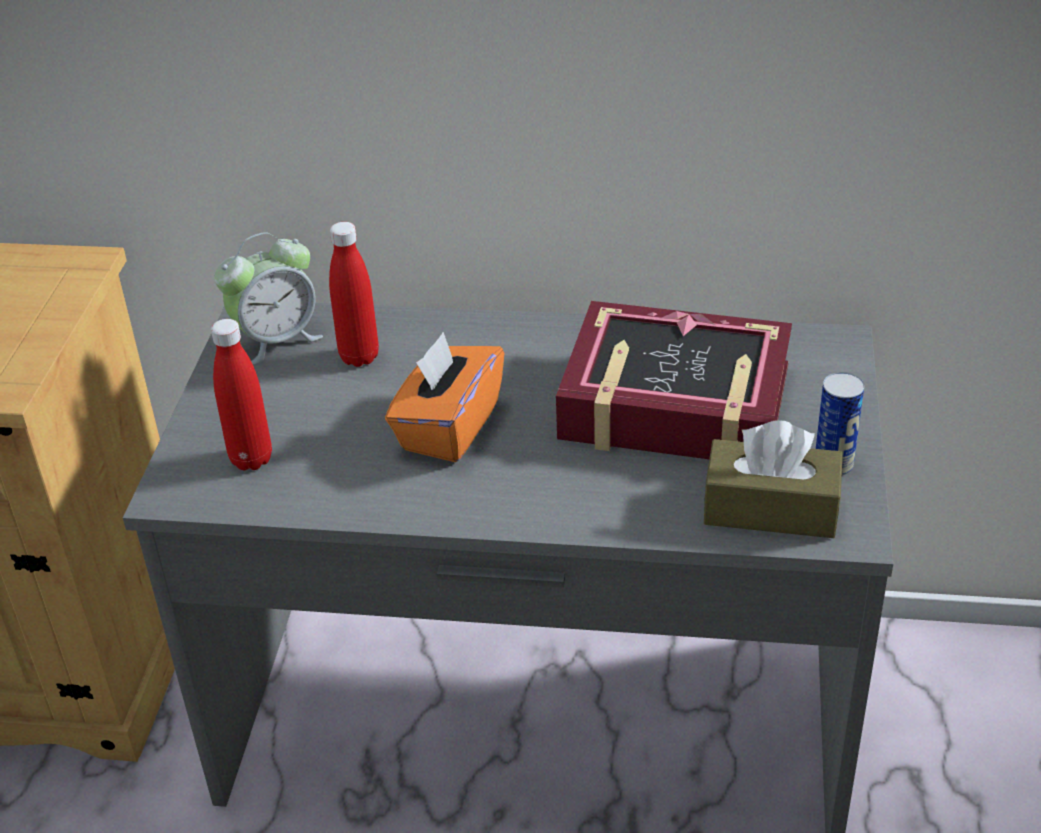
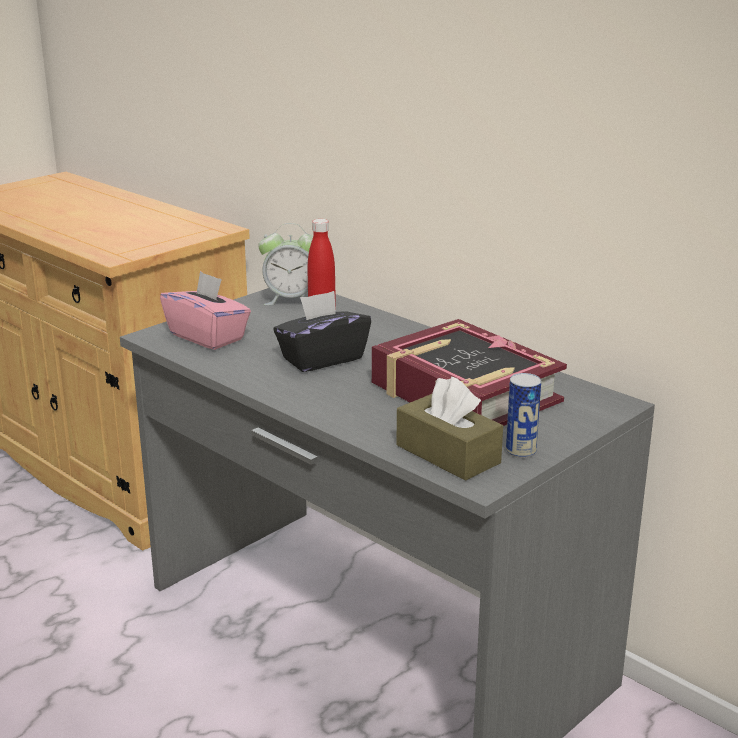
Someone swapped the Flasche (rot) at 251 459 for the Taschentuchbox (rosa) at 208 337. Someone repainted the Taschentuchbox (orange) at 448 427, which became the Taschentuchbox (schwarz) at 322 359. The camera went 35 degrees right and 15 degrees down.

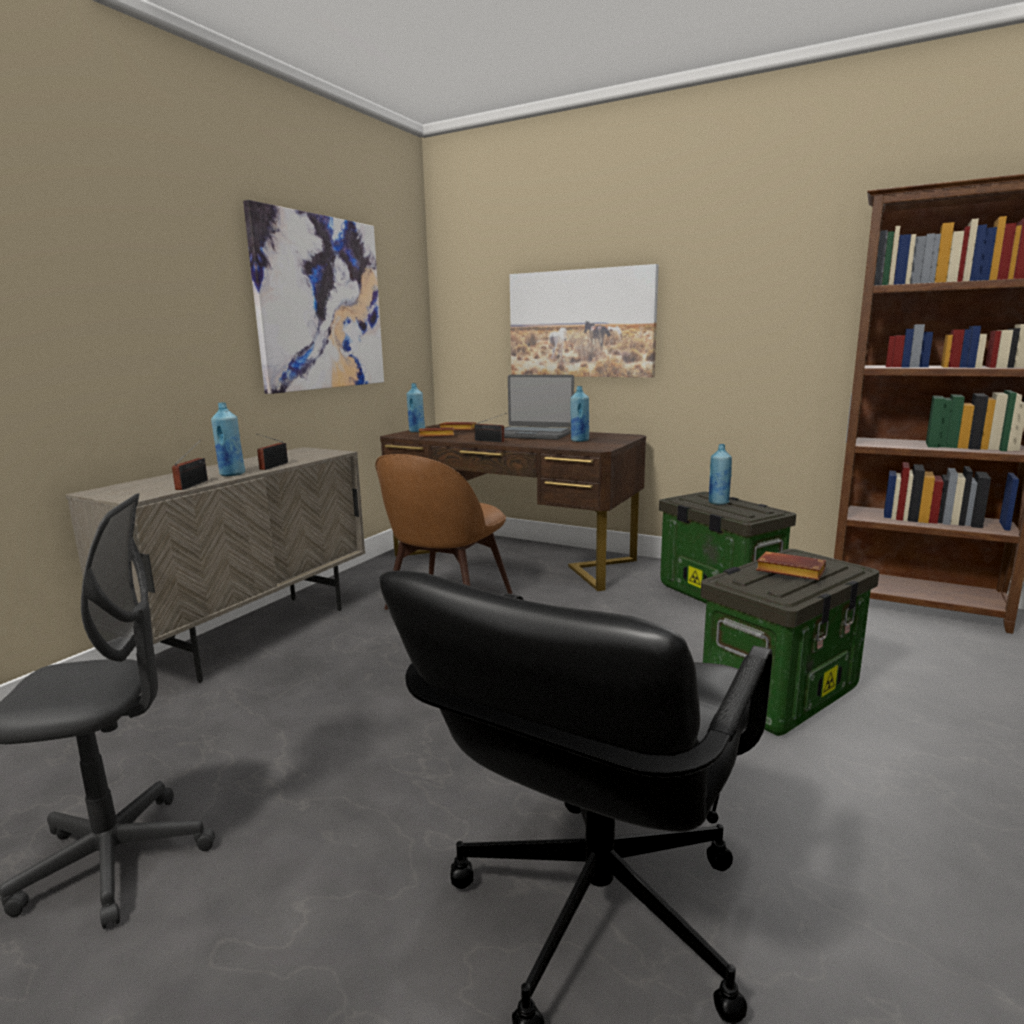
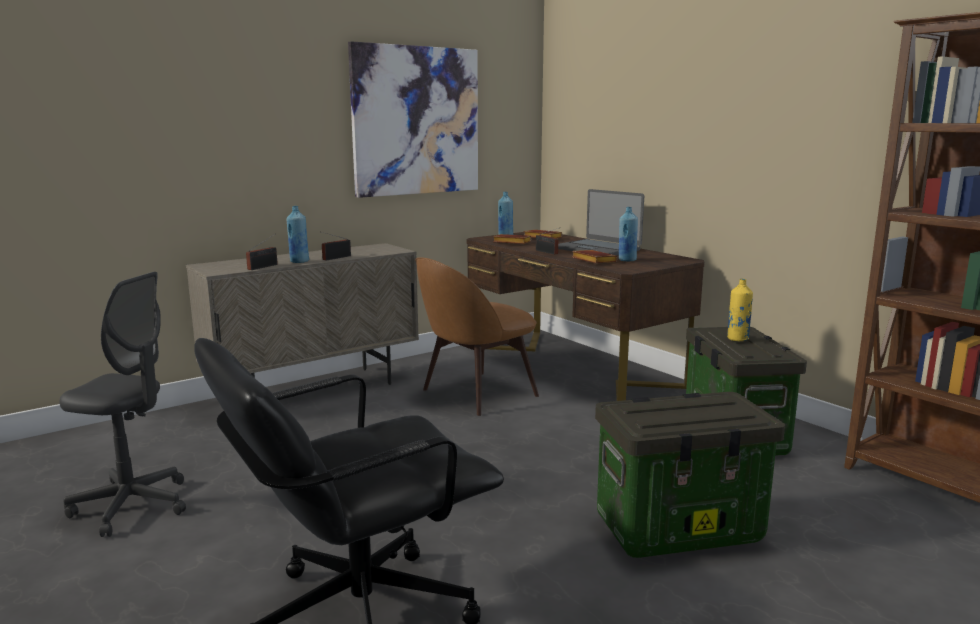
Someone carried the Buch (braun) from 788 572 to 592 261. Someone repainted the Flasche (blau) at 718 503, which became the Flasche (gelb) at 737 339. Someone took away the Bild at 581 324. The camera went 25 degrees right and 0 degrees up.

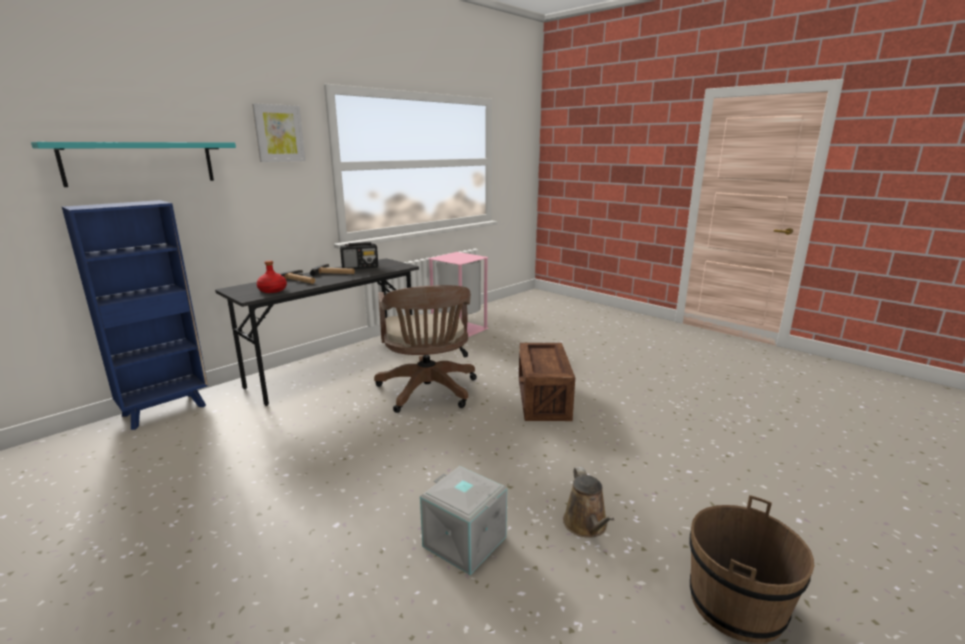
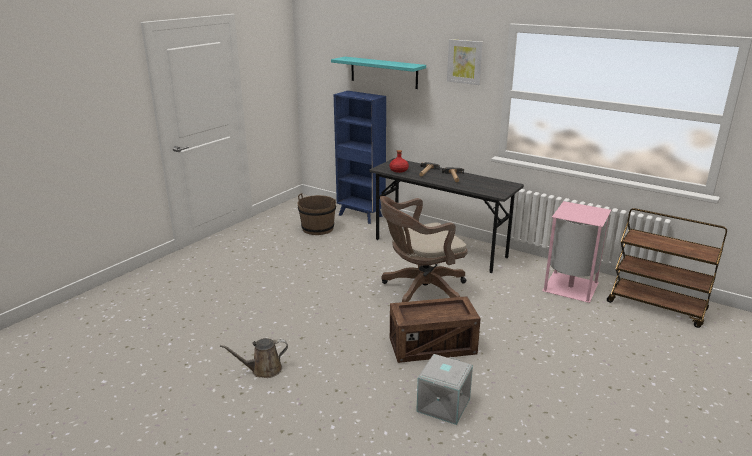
Someone carried the Eimer (braun) from 736 605 to 317 228. Someone carried the Aufbewahrungsbox (grau) from 463 542 to 442 404. Someone put down the Rollwagen (braun) at 657 306. Someone took away the Radio at 360 267. The camera went 80 degrees right and 5 degrees up.

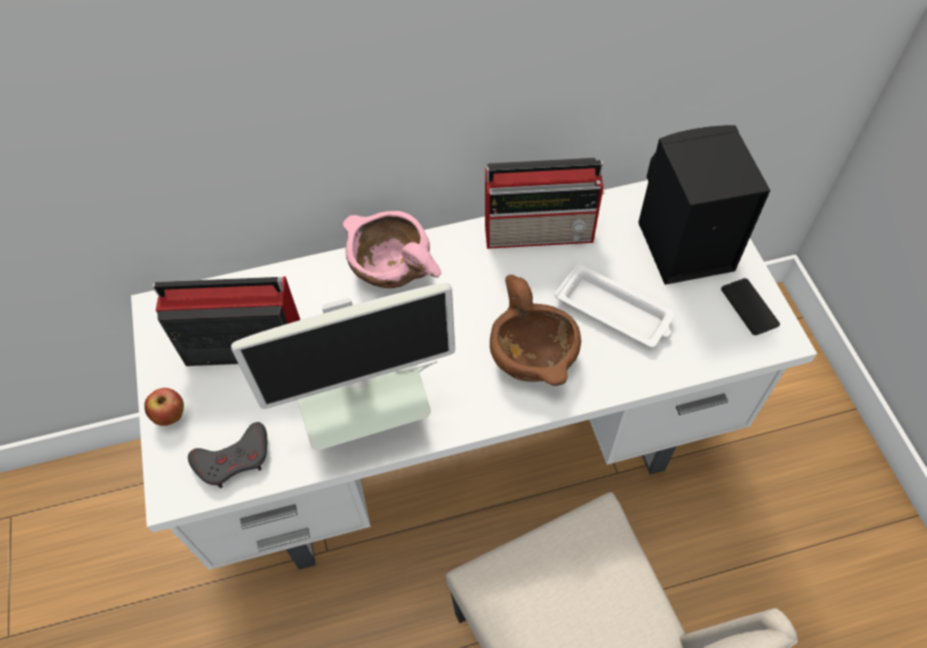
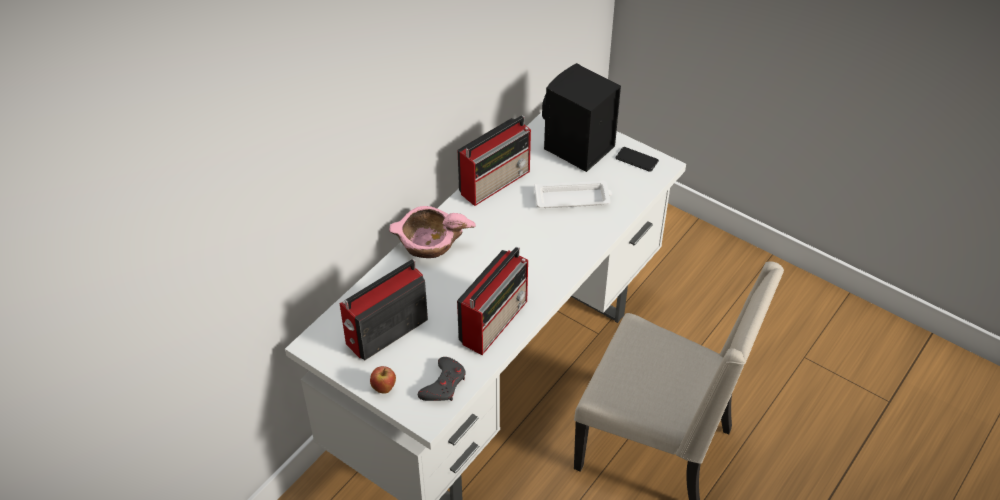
Someone swapped the Monitor at 368 415 for the Radio at 495 320. Someone took away the Schüssel (braun) at 533 354. The camera went 40 degrees left and 10 degrees down.

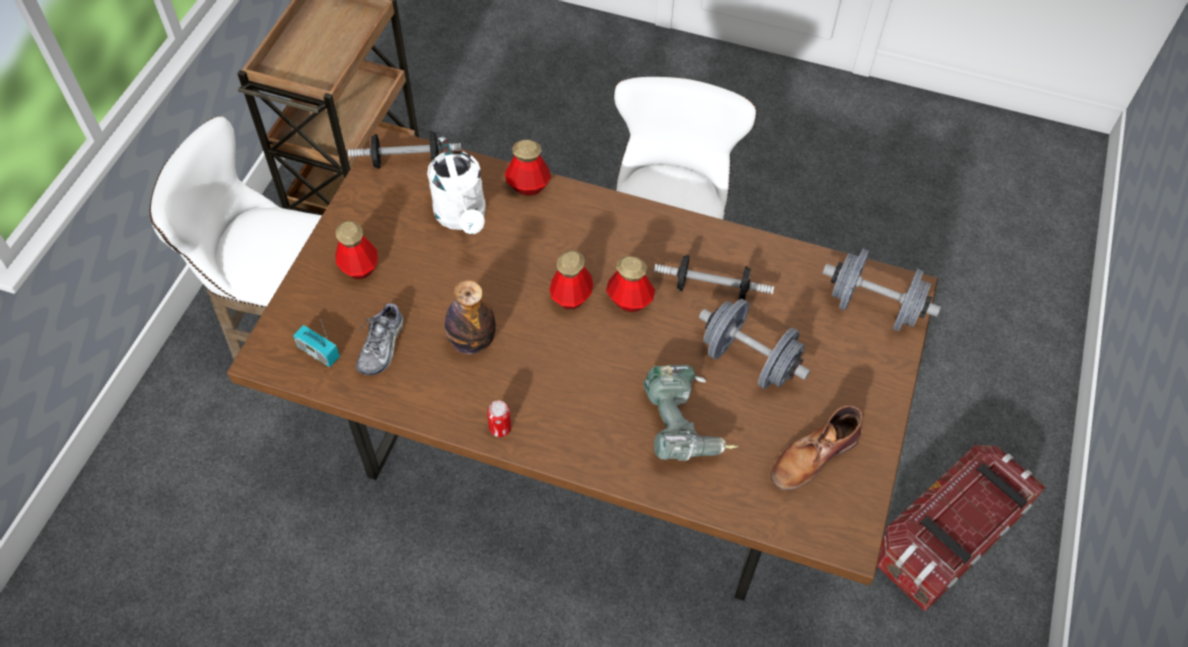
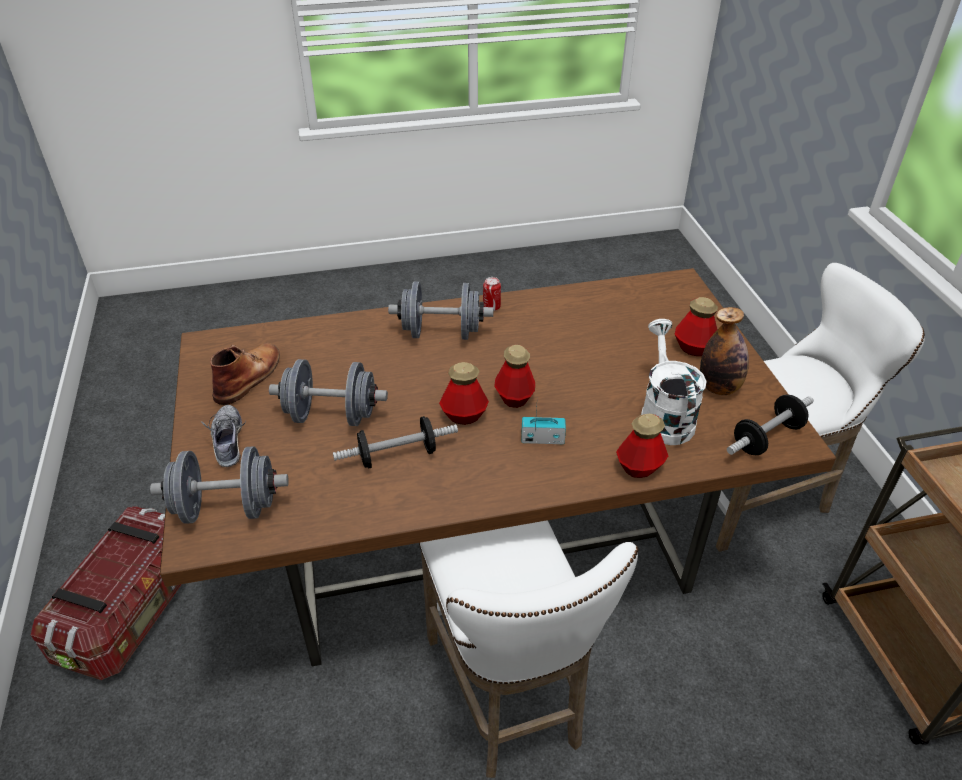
Someone carried the Schuh from 382 346 to 228 441. Someone put down the Hantel (grau) at 441 333. Someone carried the Radio from 318 352 to 542 439. Someone rotated the Gießkanne (weiß) at 463 217 by 45 degrees clockwise. Someone carried the Flasche from 472 341 to 719 387. Someone took away the Bohrmaschine at 684 425. The camera went 150 degrees right and 15 degrees down.

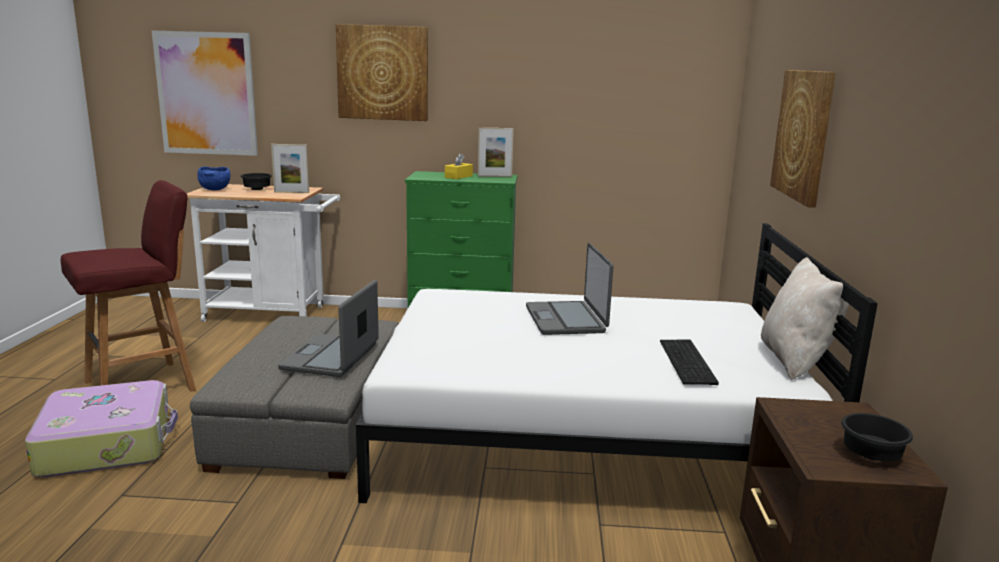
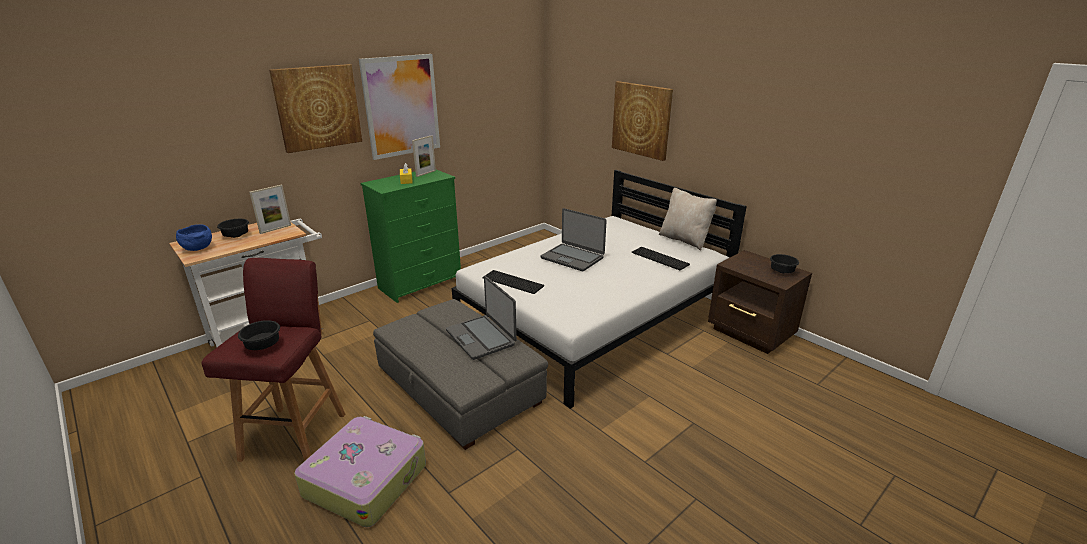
Someone put down the Schüssel (schwarz) at 261 346. Someone carried the Bild from 206 94 to 401 106. Someone put down the Tastatur at 514 281. The camera went 45 degrees left and 10 degrees up.

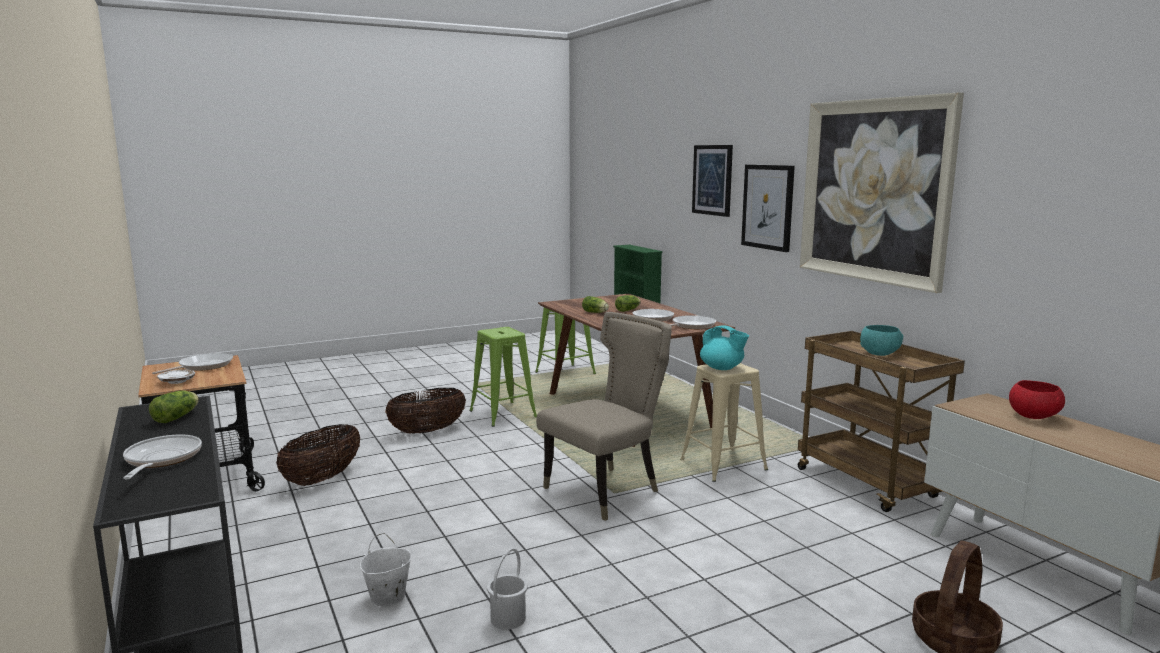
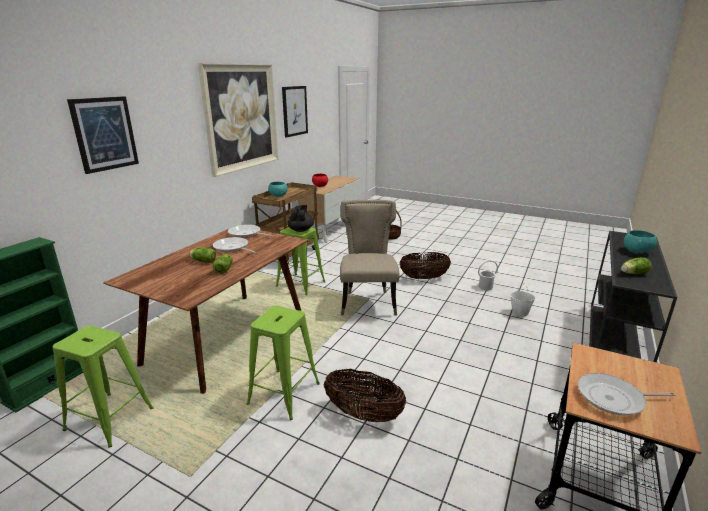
Someone repainted the Hocker (beige) at 724 465, which became the Hocker (grün) at 300 284. Someone carried the Bild from 768 207 to 294 111. Someone repainted the Teekanne (türkis) at 722 368, which became the Teekanne (schwarz) at 301 230. Someone rotated the Stuhl (beige) at 607 490 by 75 degrees clockwise. Someone carried the Korb from 322 479 to 424 278. Someone swapped the Pfanne at 161 460 for the Schüssel (türkis) at 637 251. Someone took away the Teller (weiß) at 177 381. The camera went 125 degrees left and 10 degrees up.

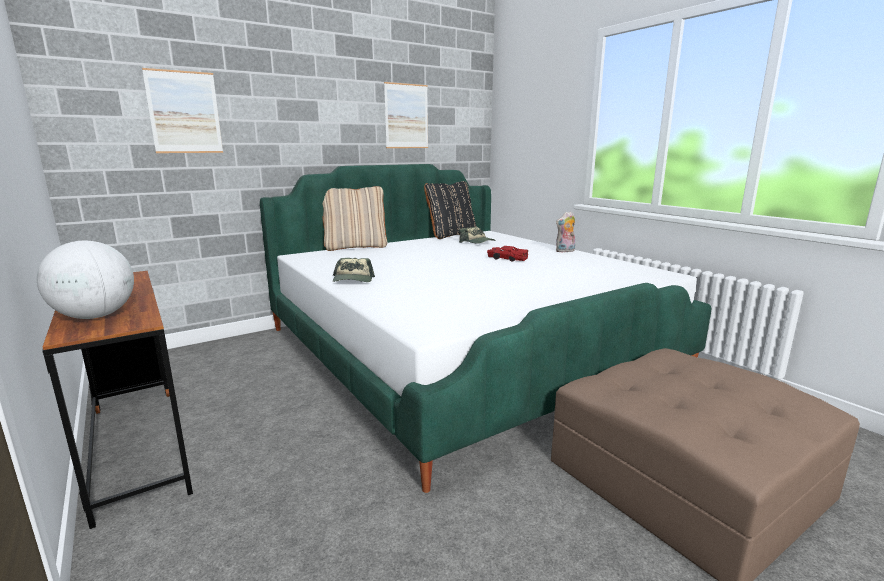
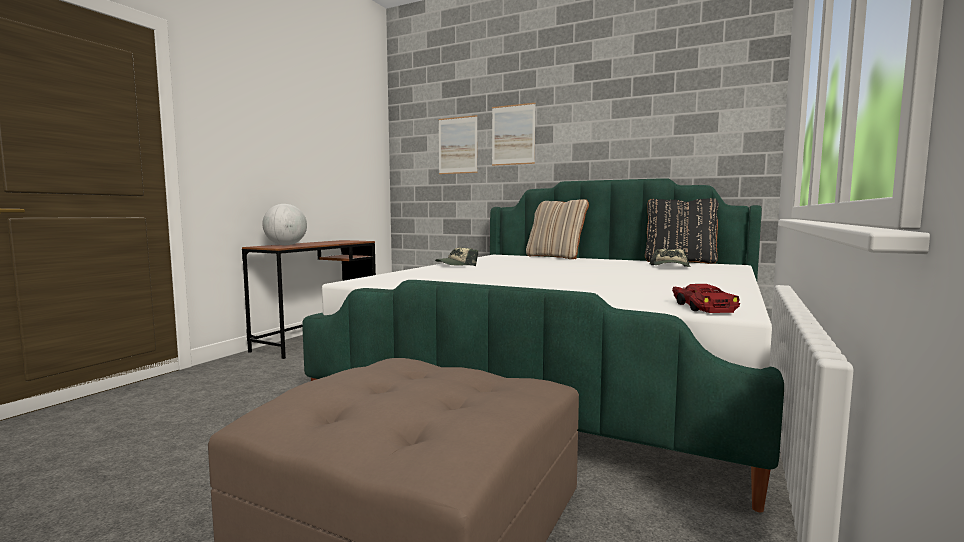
Someone carried the Bild from 406 116 to 513 135. Someone carried the Spielzeugauto (rot) from 507 258 to 702 307. Someone took away the Plüschtier at 565 251. The camera went 60 degrees right and 10 degrees down.

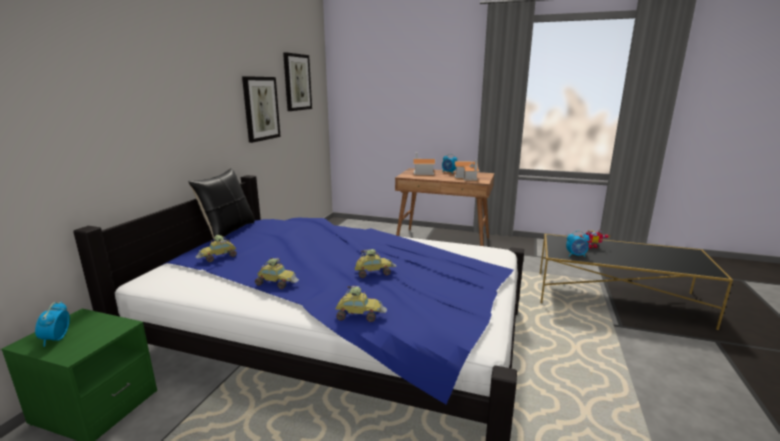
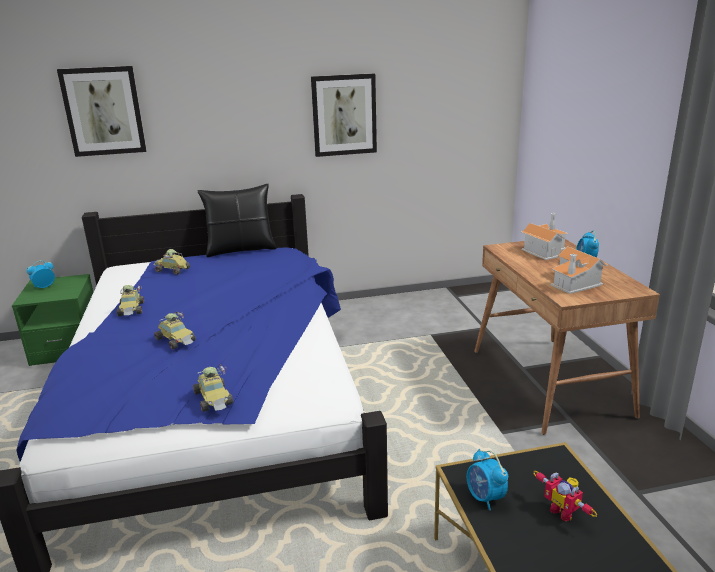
Someone carried the Bild from 297 82 to 103 111. Someone carried the Spielzeugauto from 359 314 to 214 399. The camera went 60 degrees right and 5 degrees up.

